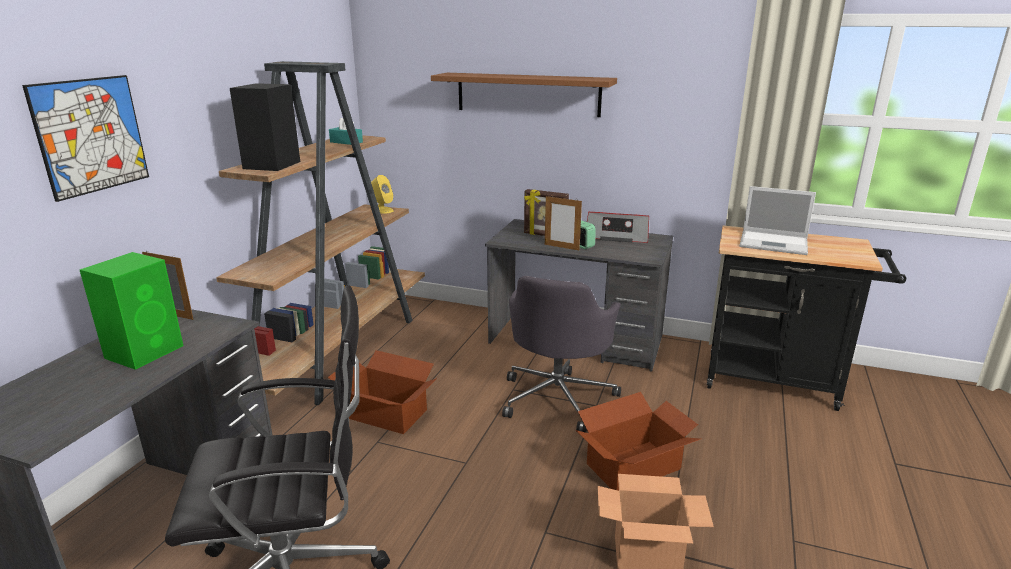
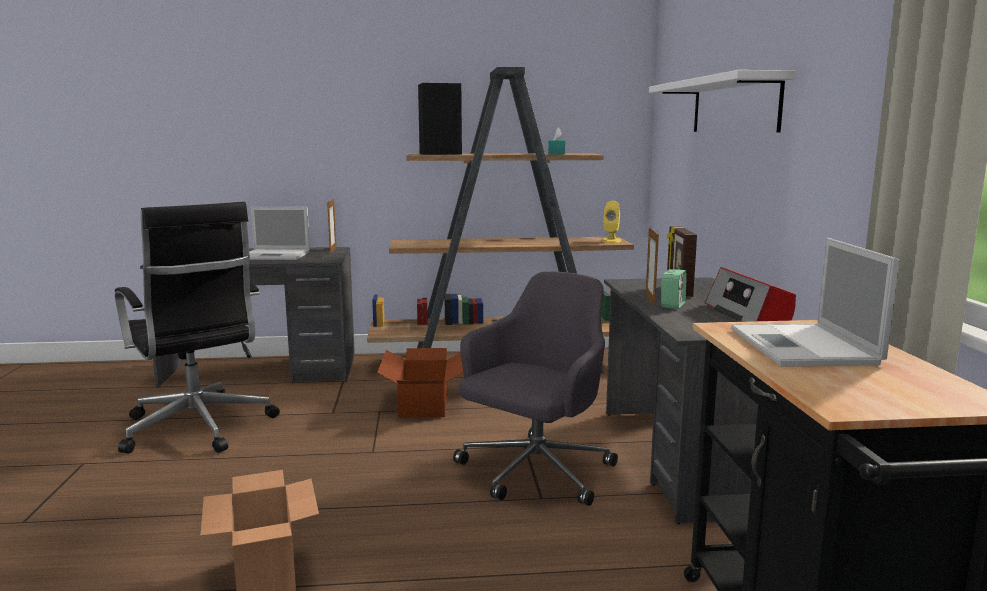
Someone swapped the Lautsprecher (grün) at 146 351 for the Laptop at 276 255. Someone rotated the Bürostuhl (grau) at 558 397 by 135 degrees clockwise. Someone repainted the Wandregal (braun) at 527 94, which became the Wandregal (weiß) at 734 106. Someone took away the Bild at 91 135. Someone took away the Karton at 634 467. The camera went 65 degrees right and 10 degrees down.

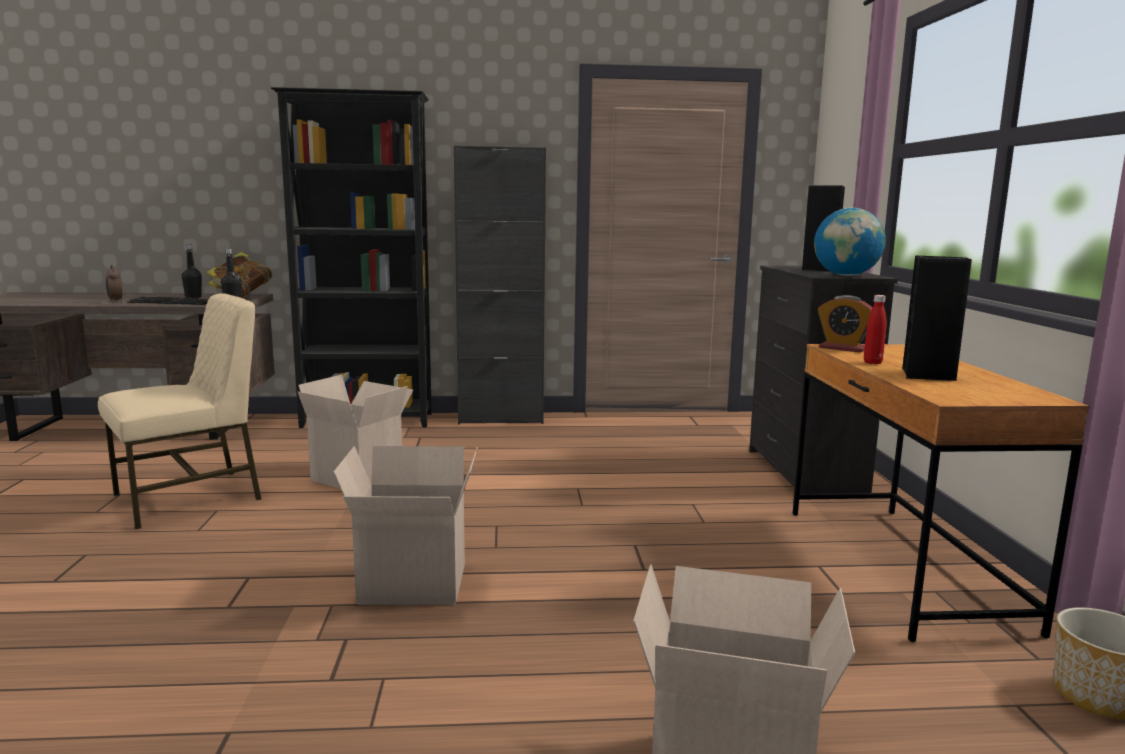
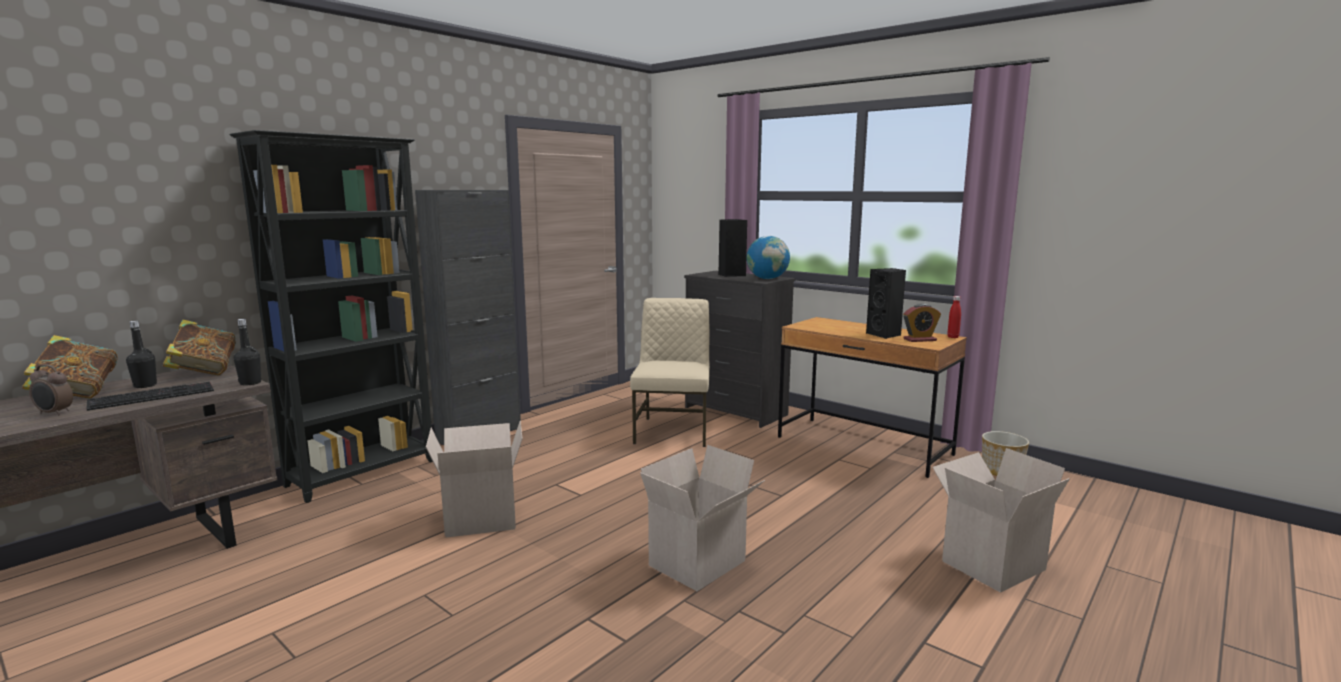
Someone put down the Buch at 77 394. Someone carried the Stuhl (beige) from 191 497 to 673 431. Someone carried the Wecker from 842 348 to 919 340. Someone carried the Flasche (rot) from 872 363 to 953 337. The camera went 45 degrees left and 0 degrees up.

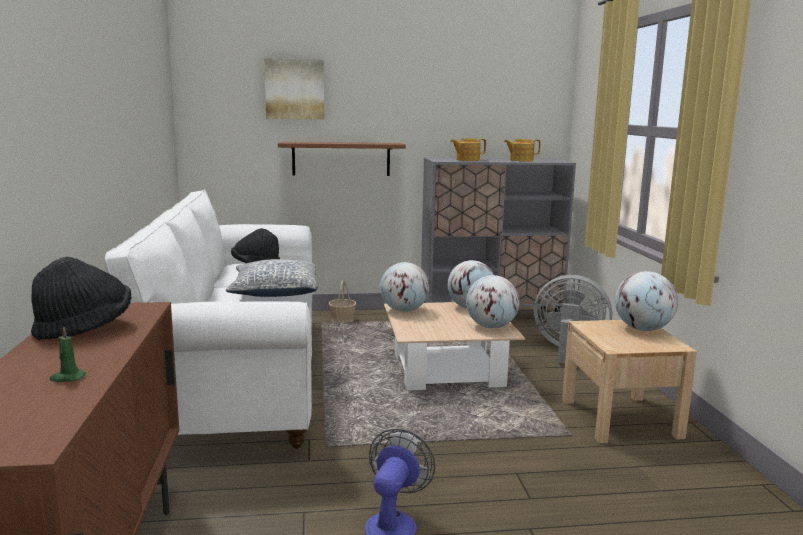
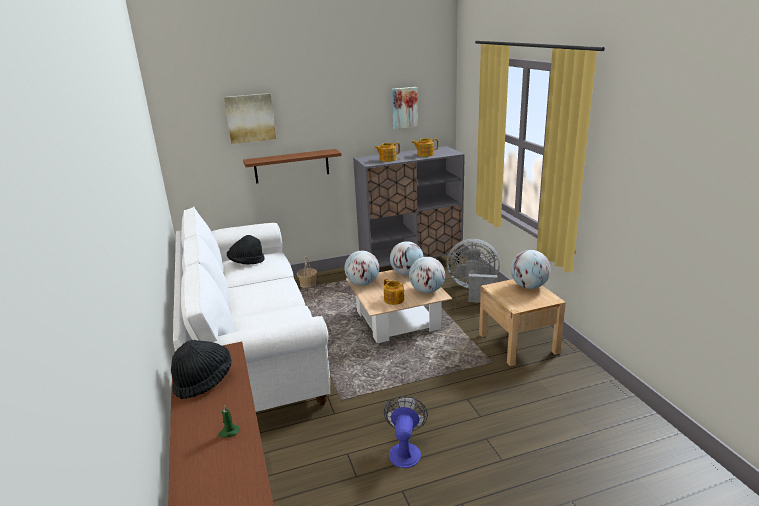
Someone put down the Teekanne at 394 300. Someone put up the Bild at 404 107. Someone took away the Kissen at 275 292. The camera went 10 degrees left and 10 degrees up.

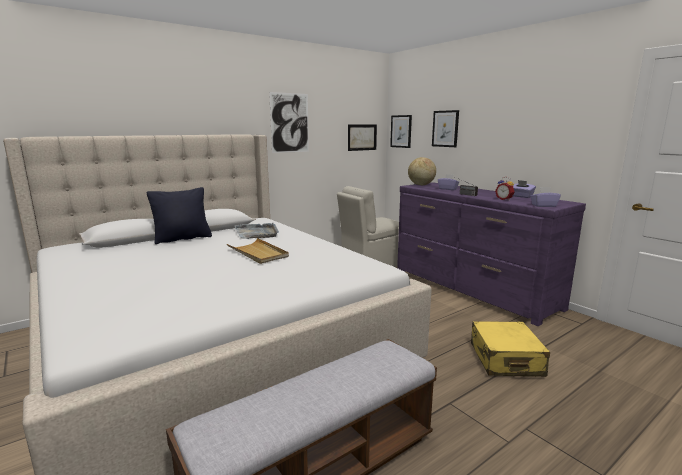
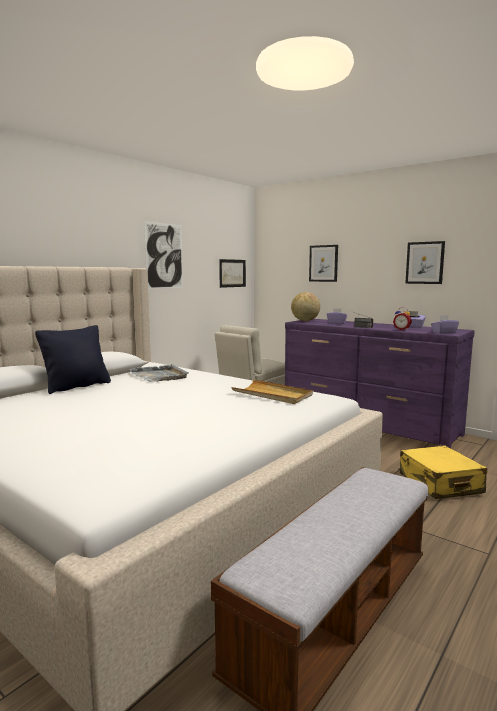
Someone carried the Tablett (beige) from 258 253 to 272 394. Someone carried the Bild from 401 131 to 425 263. The camera went 15 degrees left and 5 degrees down.

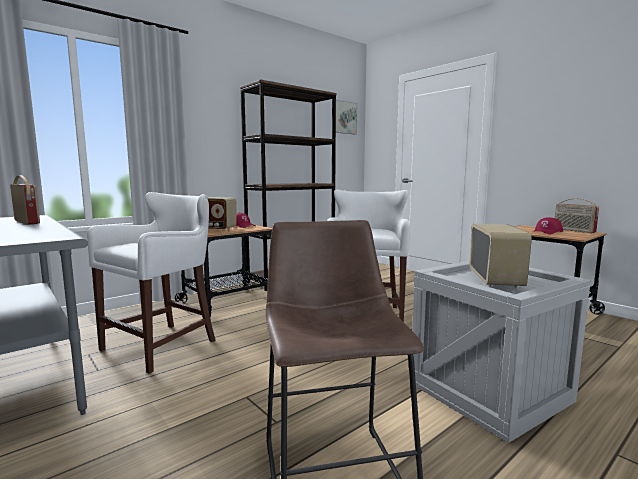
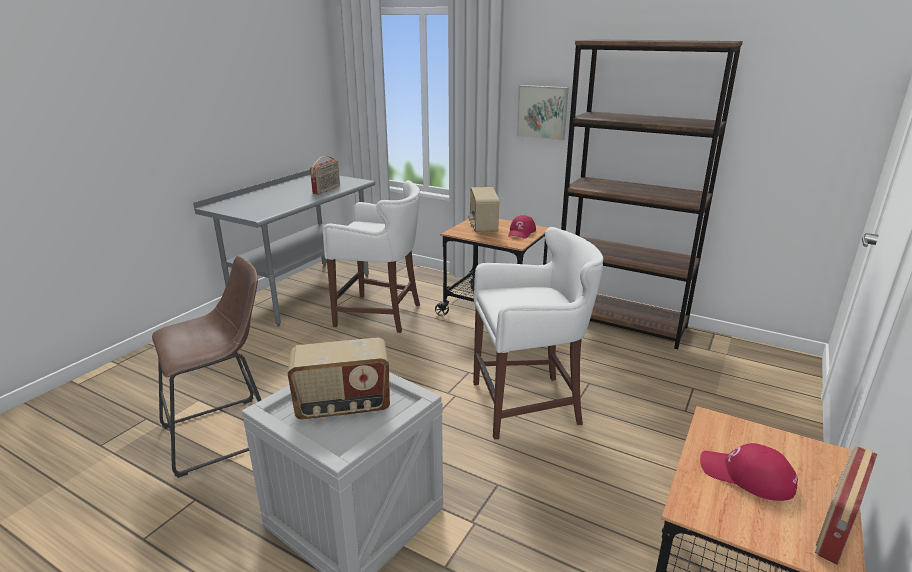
Someone carried the Bild from 343 117 to 542 112. The camera went 70 degrees right and 15 degrees up.

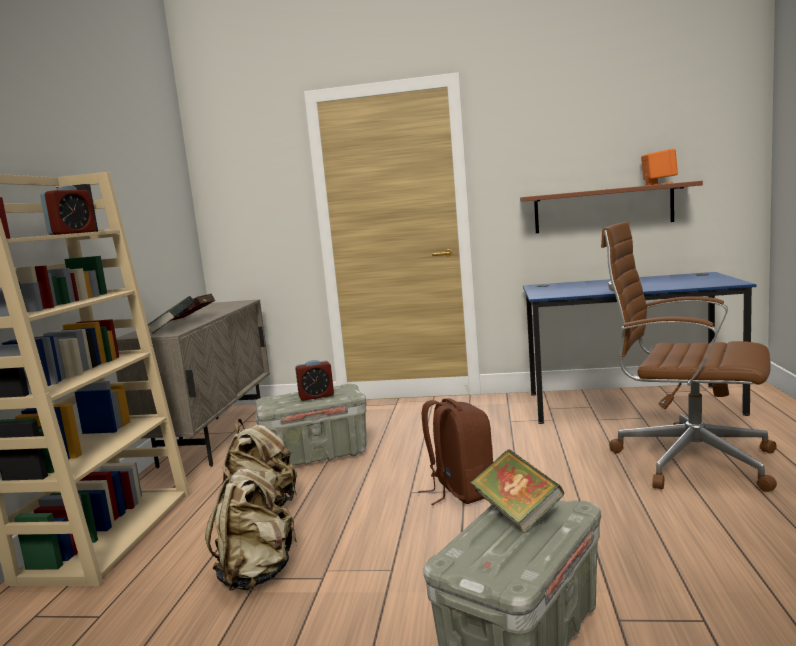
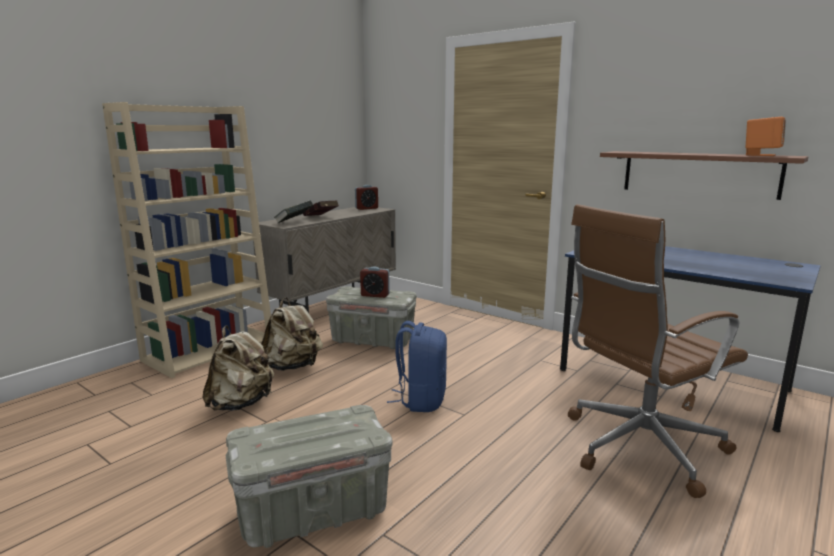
Someone carried the Wecker from 72 233 to 366 208. Someone repainted the Rucksack (braun) at 459 491, which became the Rucksack (blau) at 421 400. Someone rotated the Bürostuhl (braun) at 688 460 by 90 degrees counterclockwise. Someone took away the Buch at 517 513. The camera went 30 degrees right and 5 degrees up.

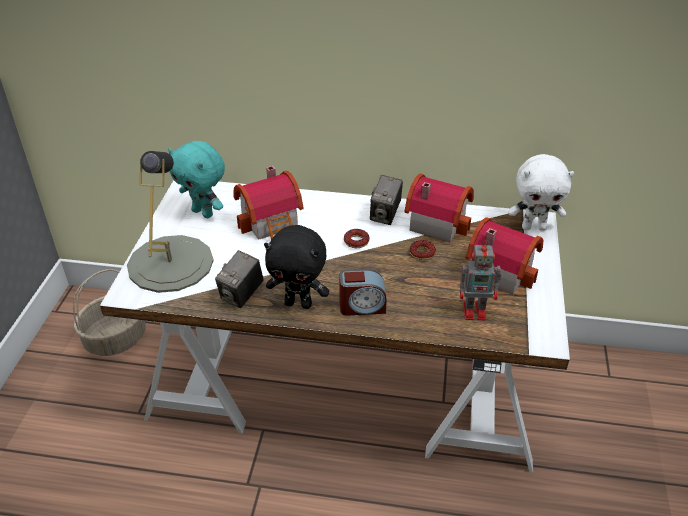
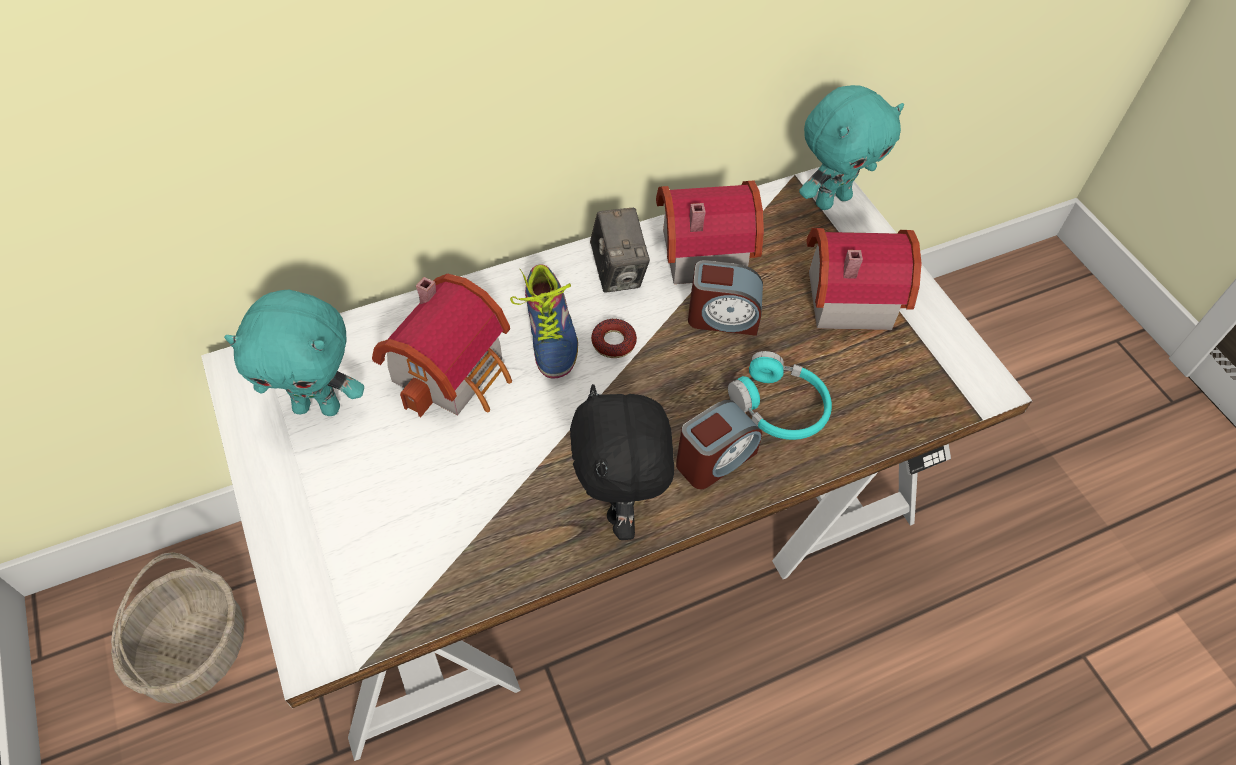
Someone put down the Schuh at 545 333. Someone rotated the Plüschtier (schwarz) at 299 303 by 105 degrees clockwise. Someone swapped the Donut at 422 253 for the Wecker at 723 317. Someone put down the Kopfhörer (türkis) at 779 407. Someone repainted the Plüschtier (weiß) at 534 227, which became the Plüschtier (türkis) at 832 199. Someone took away the Tischlampe (grau) at 170 263. Someone took away the Kamera at 242 295. Someone took away the Spielzeugroboter at 476 311. The camera went 35 degrees left and 15 degrees up.

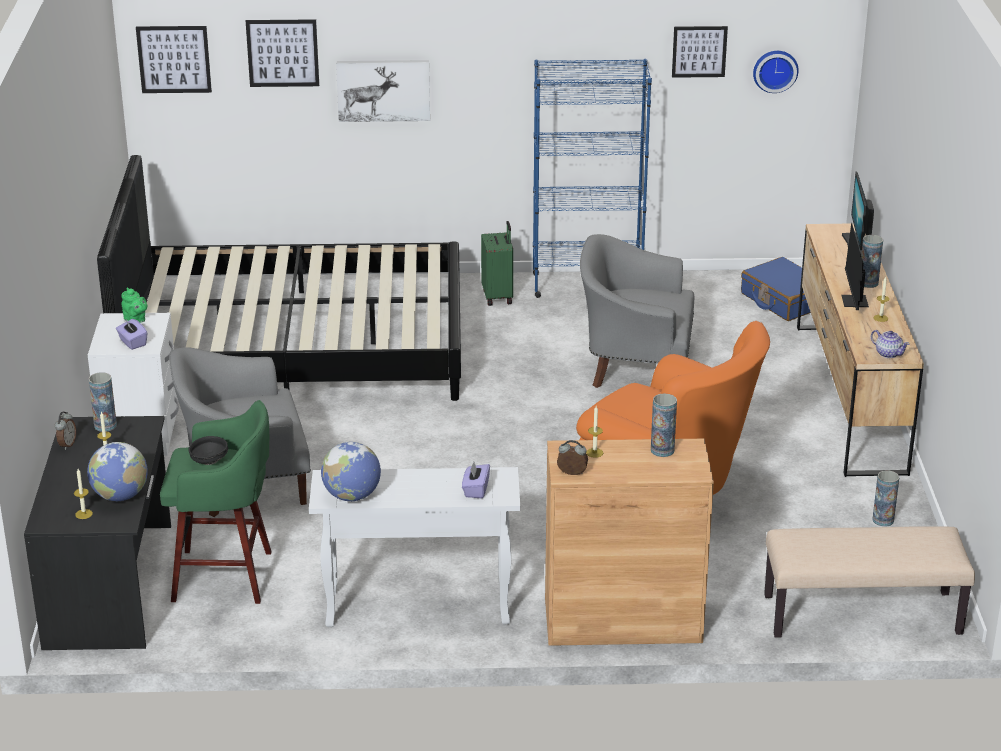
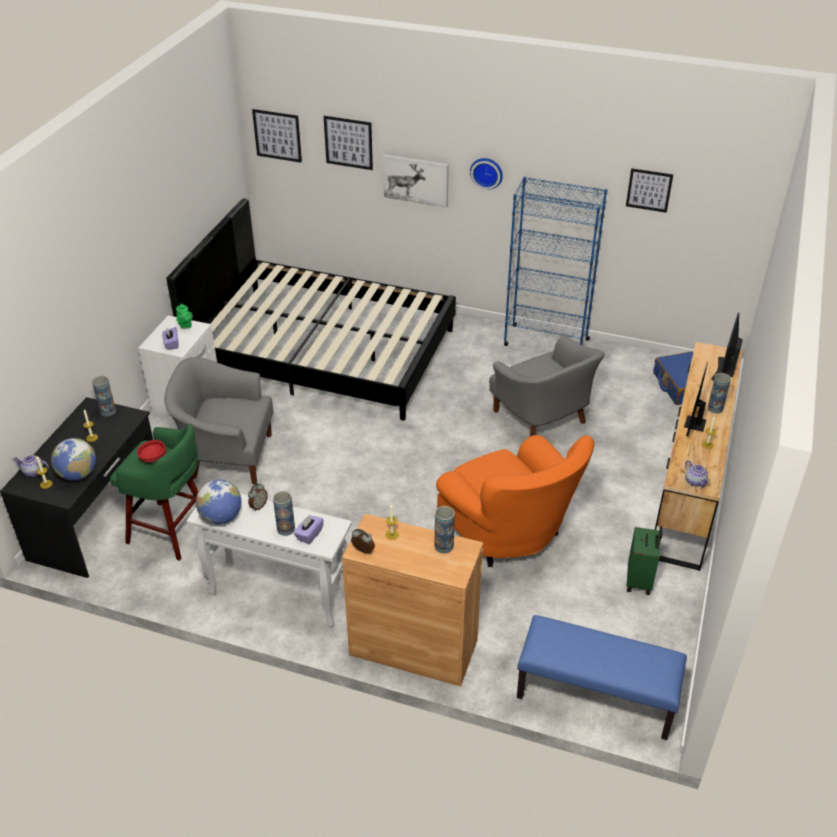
Someone put down the Teekanne at 33 472. Someone repainted the Schüssel (schwarz) at 208 461, which became the Schüssel (rot) at 153 458. Someone carried the Wecker from 67 445 to 258 506. Someone carried the Vase from 883 520 to 286 529. Someone carried the Wanduhr from 775 70 to 487 172. Someone rotated the Sessel (grau) at 634 366 by 150 degrees counterclockwise. Someone repainted the Bank (beige) at 861 615, which became the Bank (blau) at 595 696. Someone carried the Koffer (grün) from 498 296 to 640 581. The camera went 20 degrees right and 10 degrees up.

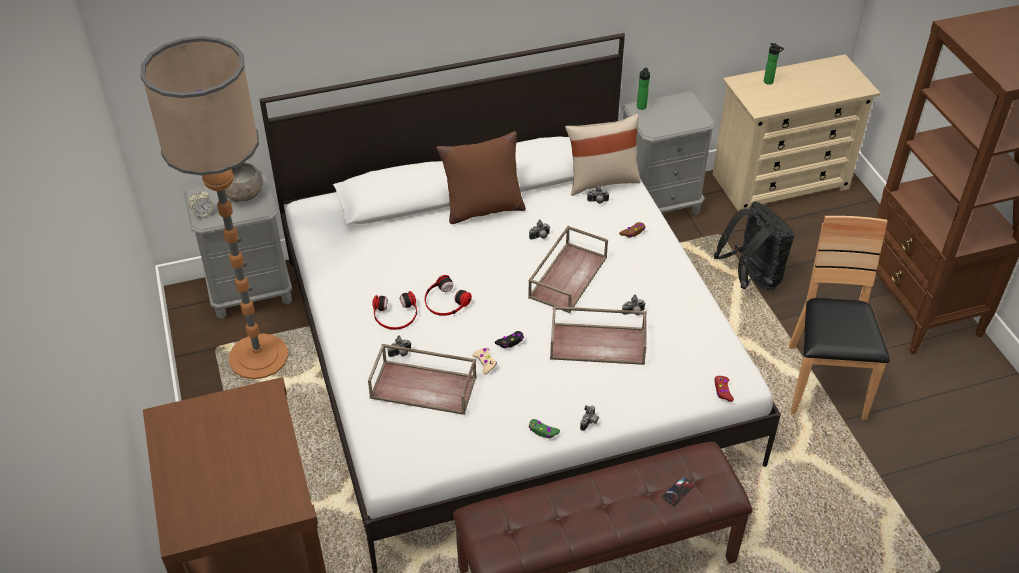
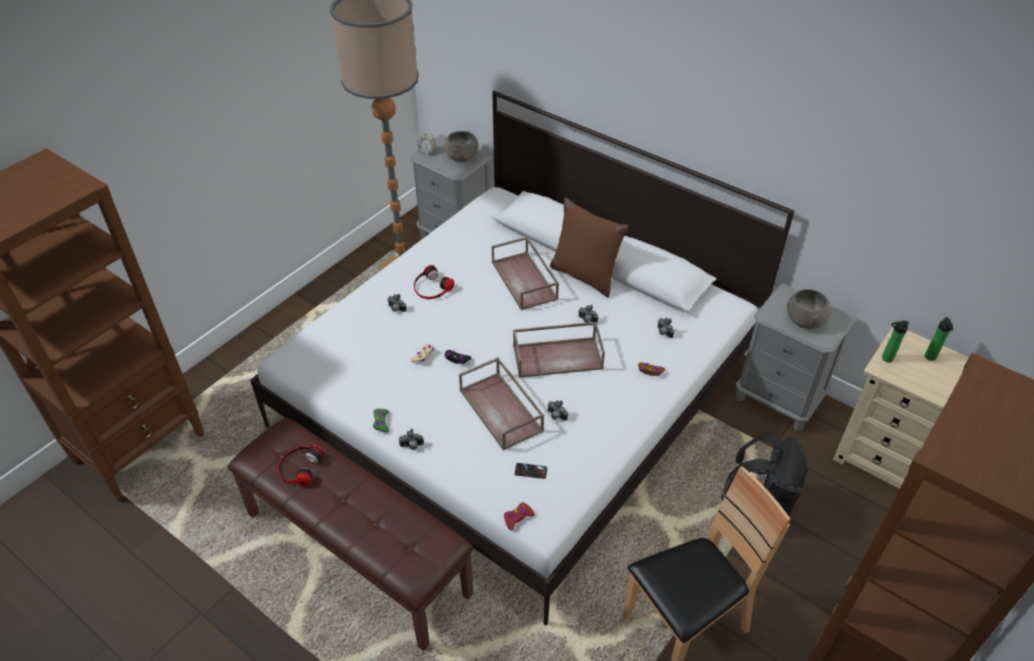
Someone carried the Kopfhörer from 445 301 to 299 467. Someone carried the Tablett (braun) from 425 387 to 525 280. Someone carried the Handy from 678 491 to 531 471. Someone put down the Schüssel (grau) at 805 320. Someone carried the Flasche from 641 107 to 885 358. Someone took away the Kissen (beige) at 602 181. The camera went 55 degrees right and 0 degrees up.

